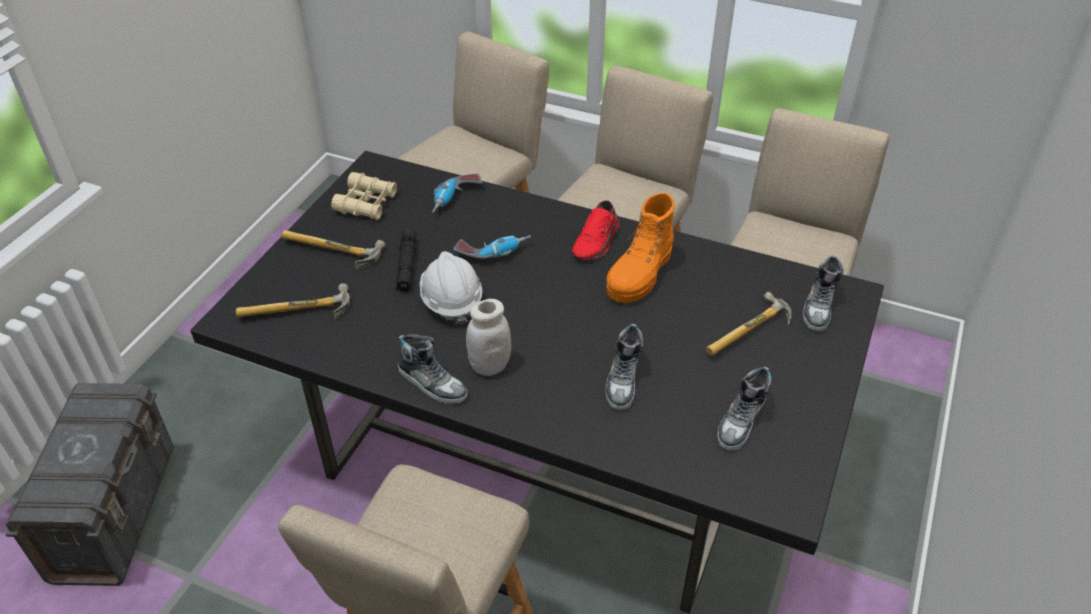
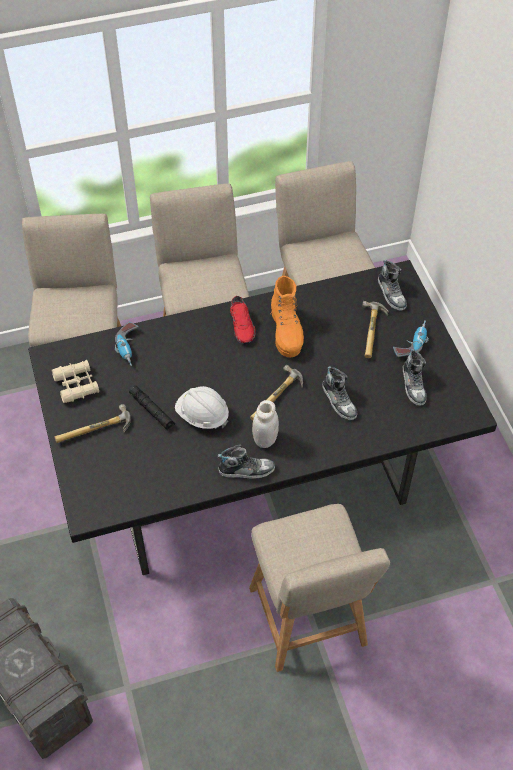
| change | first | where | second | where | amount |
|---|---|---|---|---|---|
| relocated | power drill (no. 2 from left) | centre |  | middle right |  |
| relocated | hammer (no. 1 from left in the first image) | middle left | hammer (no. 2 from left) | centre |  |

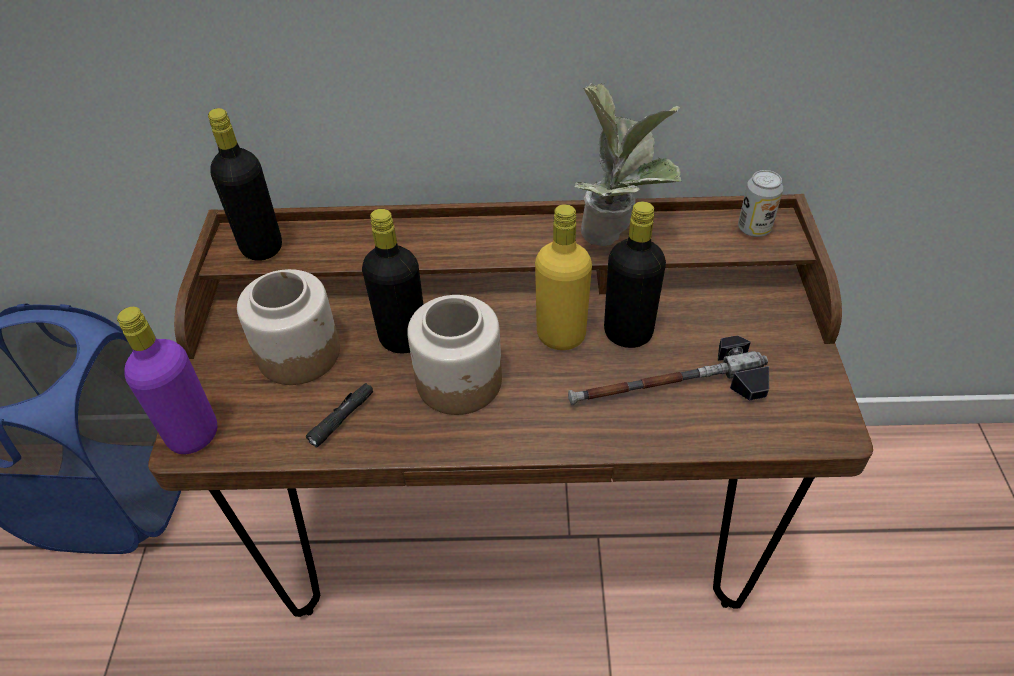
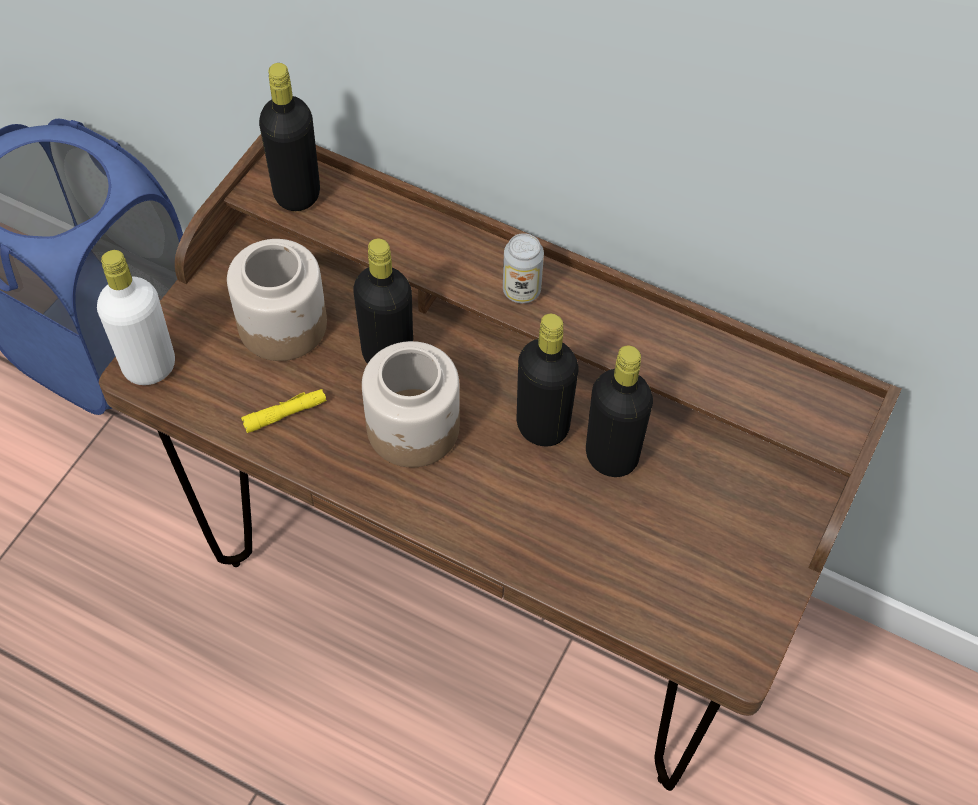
| change | first | where | second | where | amount |
|---|---|---|---|---|---|
| missing | potted plant | top centre |  |  |  |
| relocated | can | top right |  | top centre |  |
| colour | yellow bottle | centre | black bottle (no. 3 from left) | centre |  |
| colour | purple bottle | middle left | white bottle | middle left |  |
| missing | hammer | centre |  |  |  |
| colour | black flashlight | centre | yellow flashlight | middle left |  |

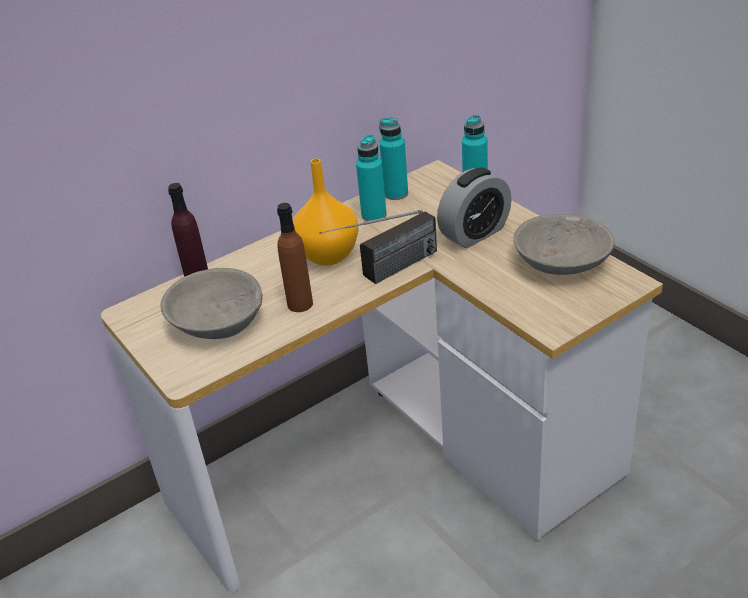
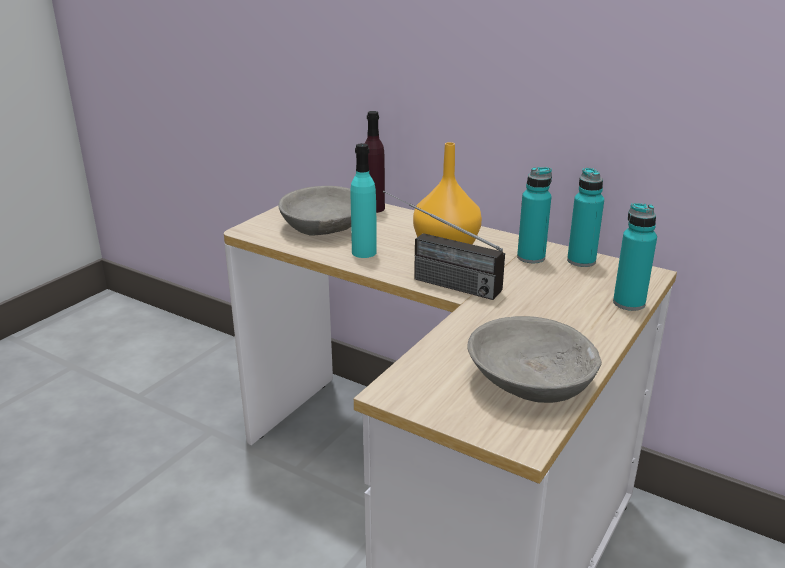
| change | first | where | second | where | amount |
|---|---|---|---|---|---|
| missing | alarm clock | centre |  |  |  |
| colour | brown bottle | centre | turquoise bottle (no. 1 from left) | centre |  |

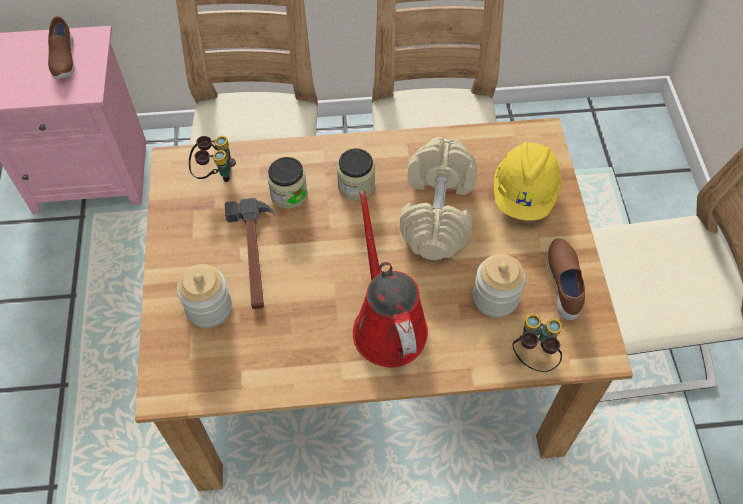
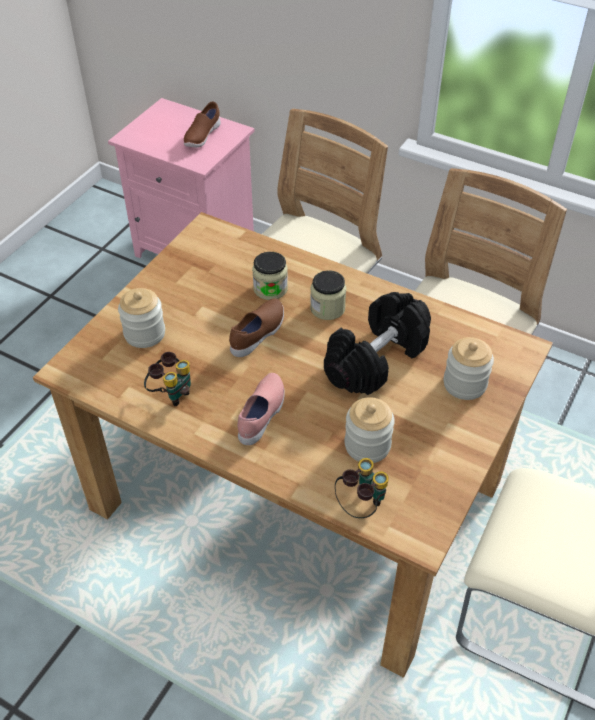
| change | first | where | second | where | amount |
|---|---|---|---|---|---|
| relocated | binoculars (no. 1 from left) | top left |  | middle left |  |
| colour | beige dumbbell | centre | black dumbbell | centre |  |
| exchanged | yellow hard hat | middle right | jar (no. 5 from left) | middle right |  |
| exchanged | red watering can | centre | pink shoe | centre |  |
| missing | hammer | centre |  |  |  |
| relocated | brown shoe (no. 2 from left) | middle right |  | centre |  |

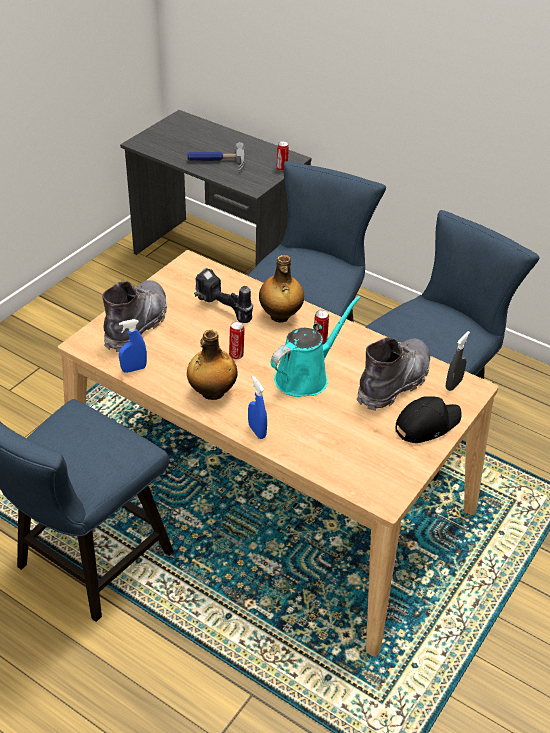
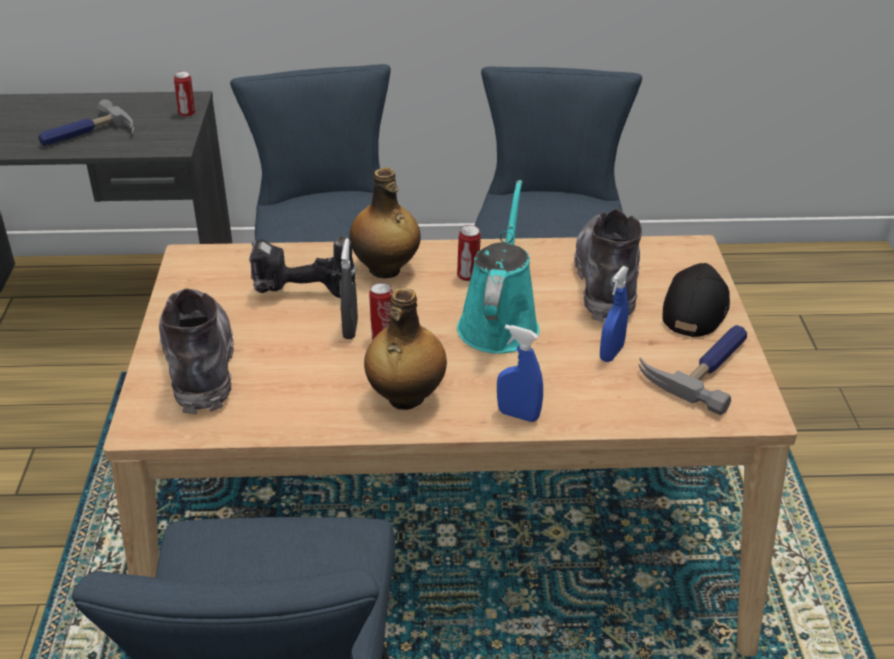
| change | first | where | second | where | amount |
|---|---|---|---|---|---|
| relocated | blue spray bottle (no. 1 from left in the first image) | middle left | blue spray bottle (no. 2 from left) | middle right |  |
| relocated | grey spray bottle | middle right |  | centre |  |
| appeared |  |  | hammer (no. 2 from left) | middle right |  |

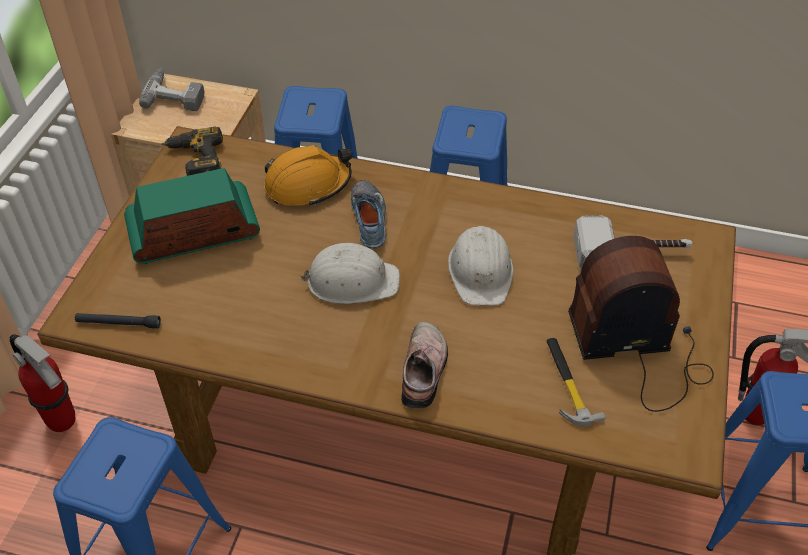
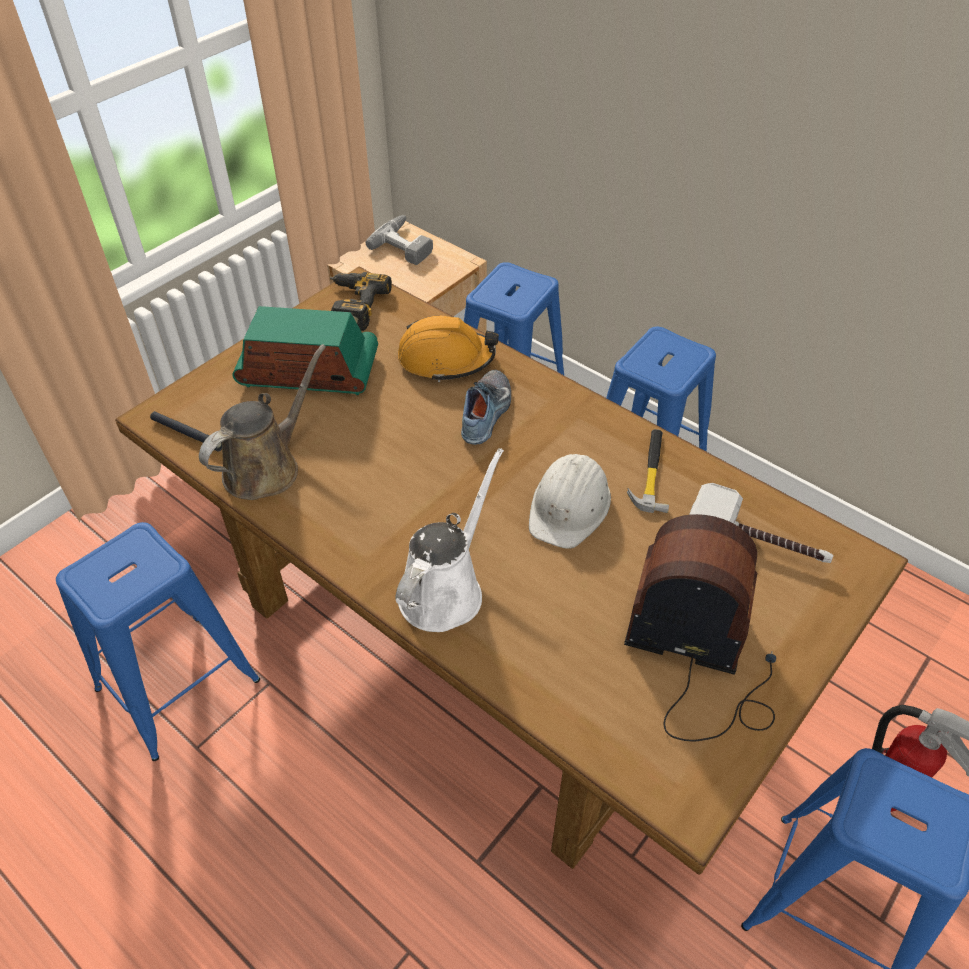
| change | first | where | second | where | amount |
|---|---|---|---|---|---|
| missing | white hard hat (no. 1 from left) | centre |  |  |  |
| exchanged | shoe (no. 2 from left) | centre | white watering can | centre |  |
| missing | fire extinguisher (no. 1 from left) | bottom left |  |  |  |
| relocated | hammer (no. 1 from left) | bottom right |  | middle right |  |
| appeared |  |  | brown watering can | middle left |  |

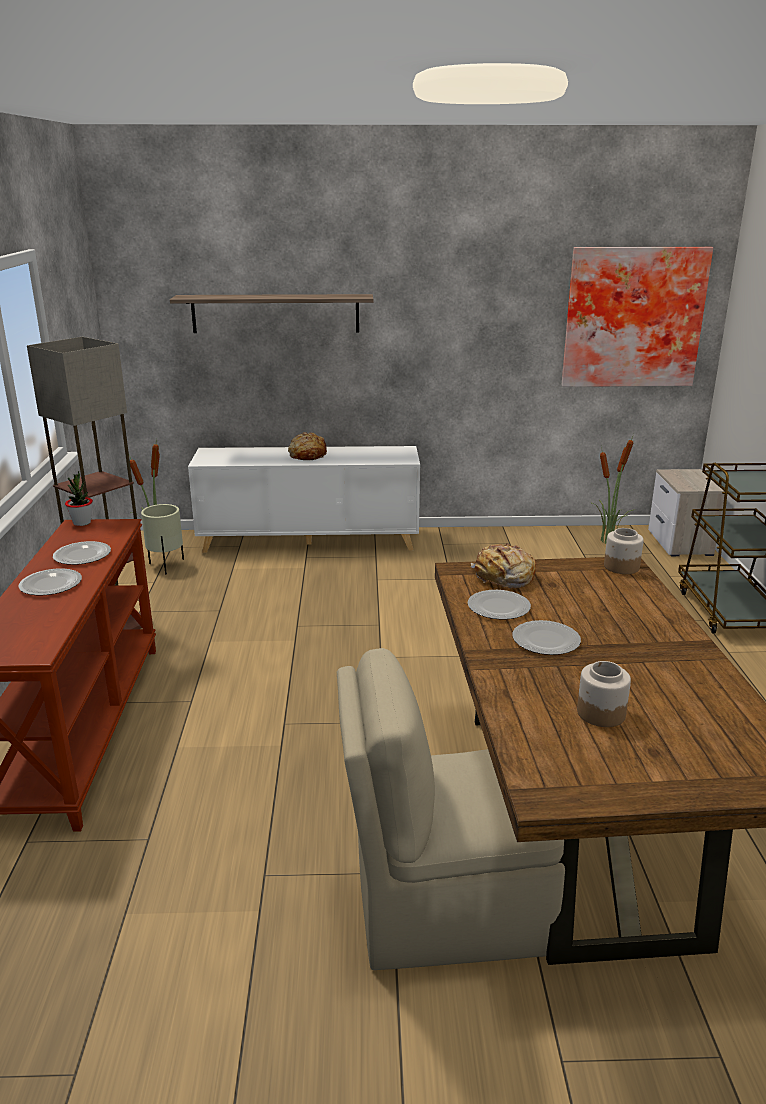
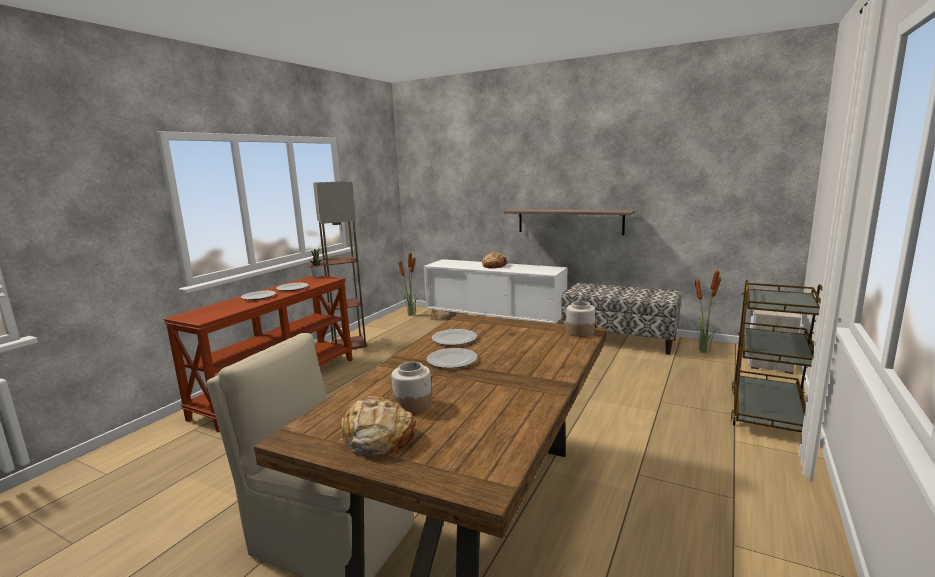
| change | first | where | second | where | amount |
|---|---|---|---|---|---|
| missing | picture | top right |  |  |  |
| relocated | shelf | top centre |  | centre |  |
| missing | beige planter | middle left |  |  |  |
| relocated | bread (no. 2 from left in the first image) | centre | bread (no. 1 from left) | bottom centre |  |
| appeared |  |  | bench | centre |  |

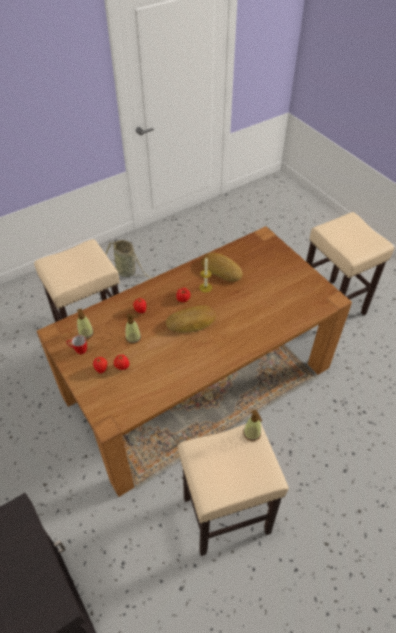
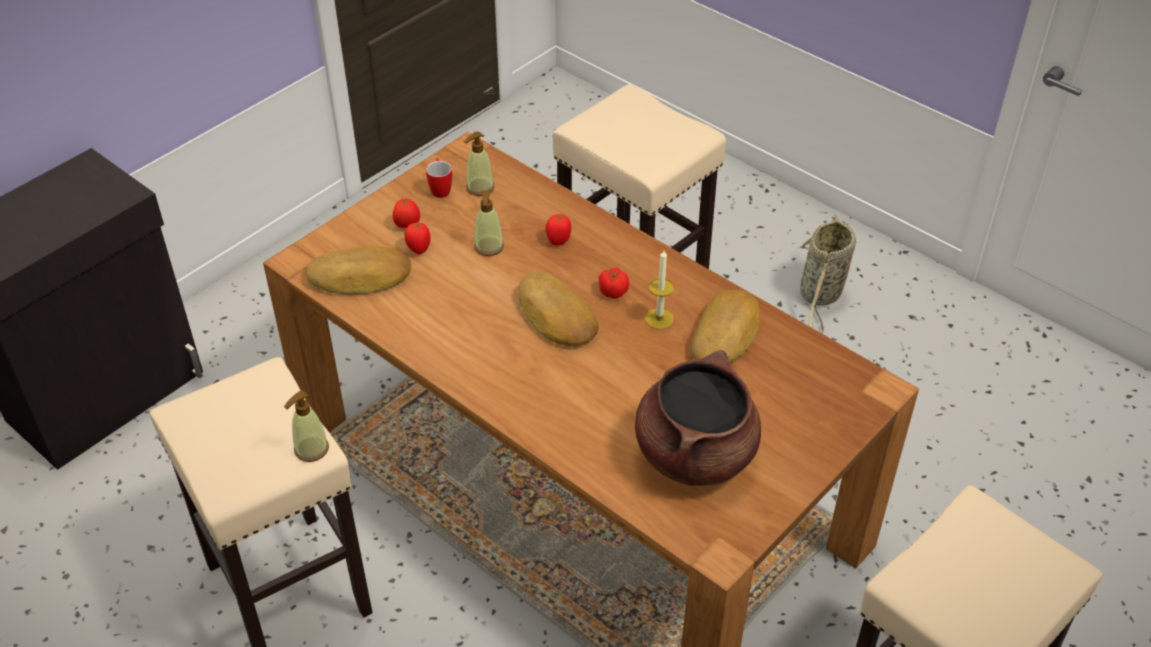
| change | first | where | second | where | amount |
|---|---|---|---|---|---|
| appeared |  |  | bread (no. 1 from left) | middle left |  |
| appeared |  |  | brown cooking pot | centre |  |

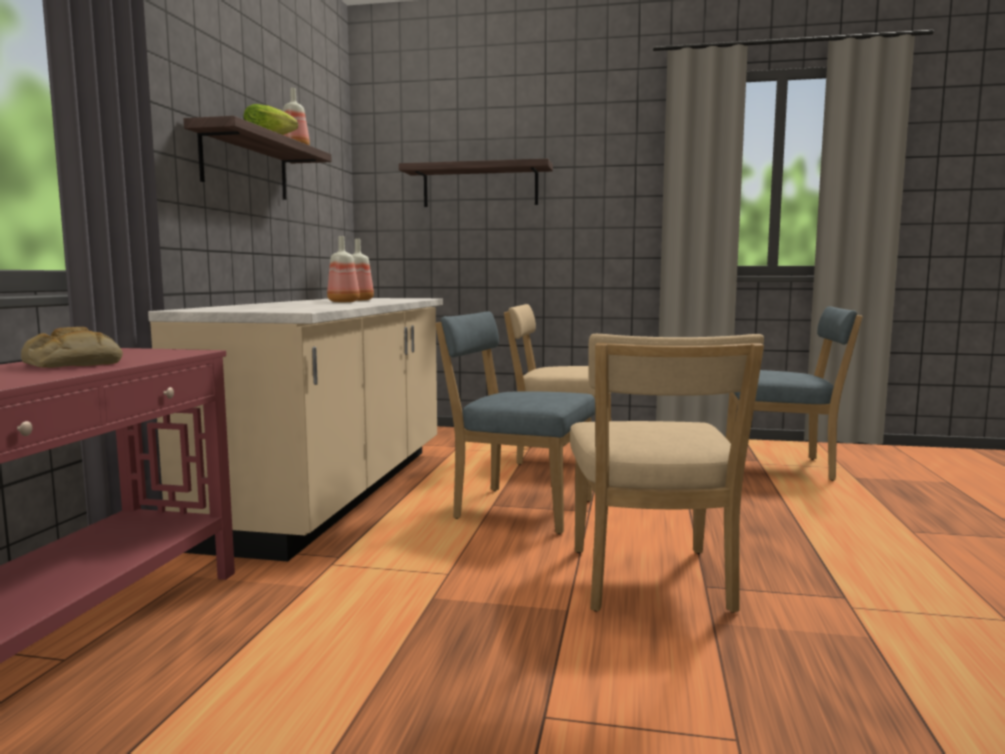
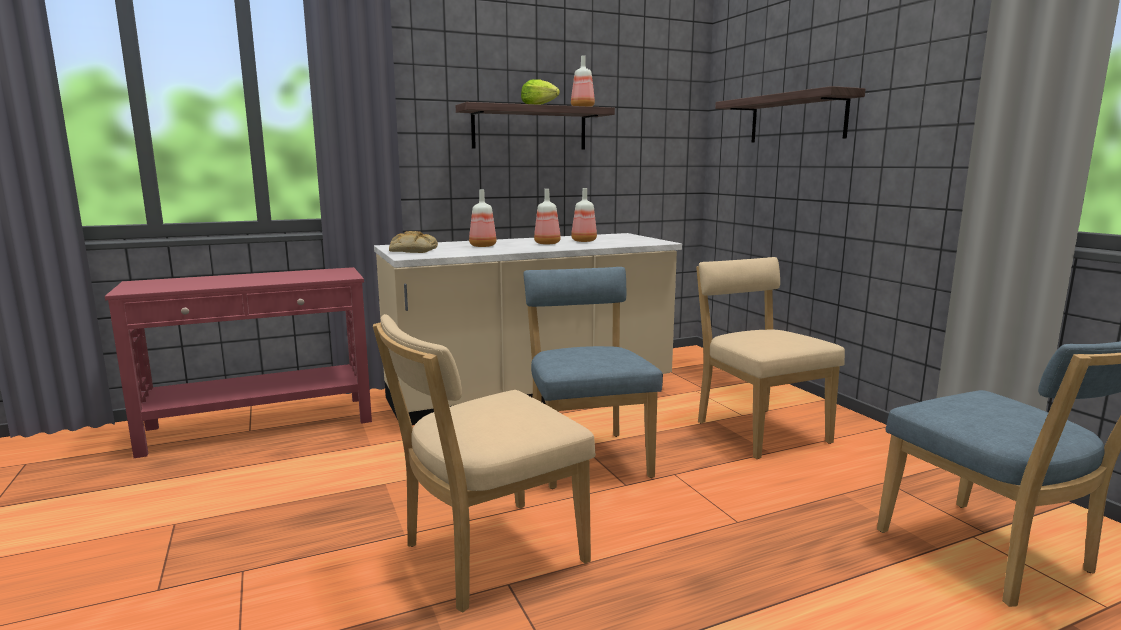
| change | first | where | second | where | amount |
|---|---|---|---|---|---|
| relocated | bread | middle left |  | centre |  |
| appeared |  |  | bottle (no. 1 from left) | centre |  |

